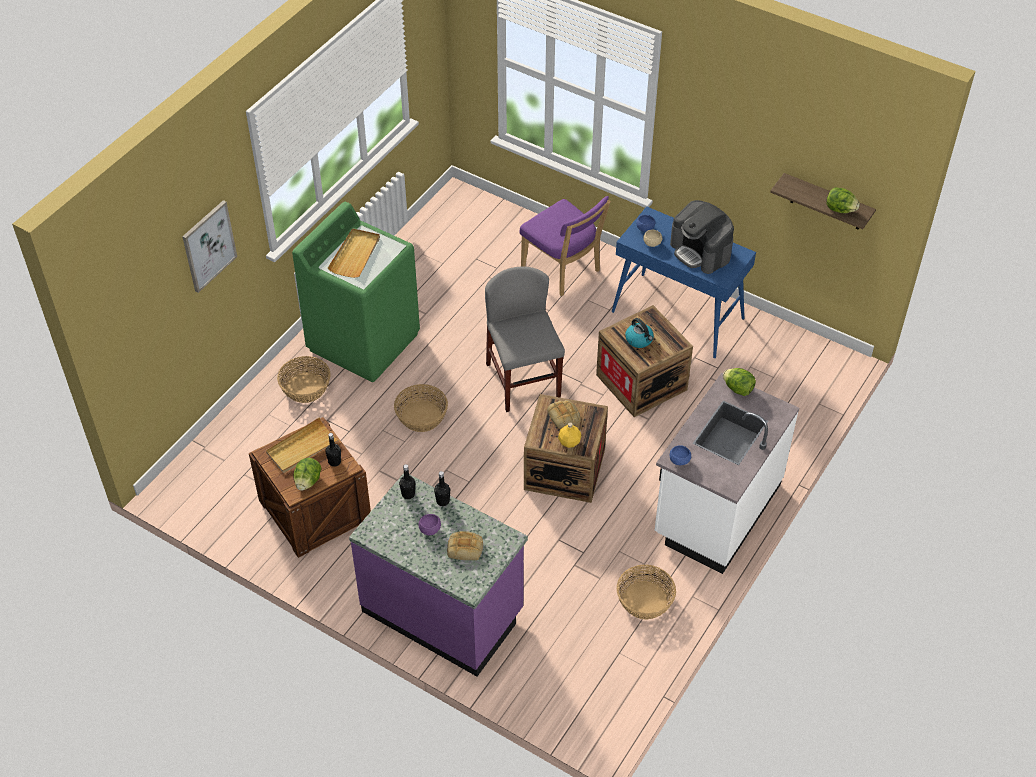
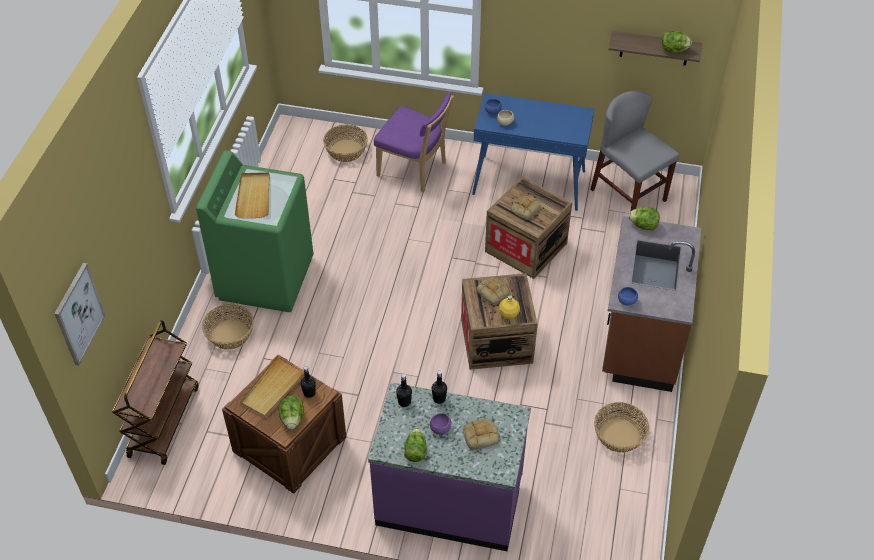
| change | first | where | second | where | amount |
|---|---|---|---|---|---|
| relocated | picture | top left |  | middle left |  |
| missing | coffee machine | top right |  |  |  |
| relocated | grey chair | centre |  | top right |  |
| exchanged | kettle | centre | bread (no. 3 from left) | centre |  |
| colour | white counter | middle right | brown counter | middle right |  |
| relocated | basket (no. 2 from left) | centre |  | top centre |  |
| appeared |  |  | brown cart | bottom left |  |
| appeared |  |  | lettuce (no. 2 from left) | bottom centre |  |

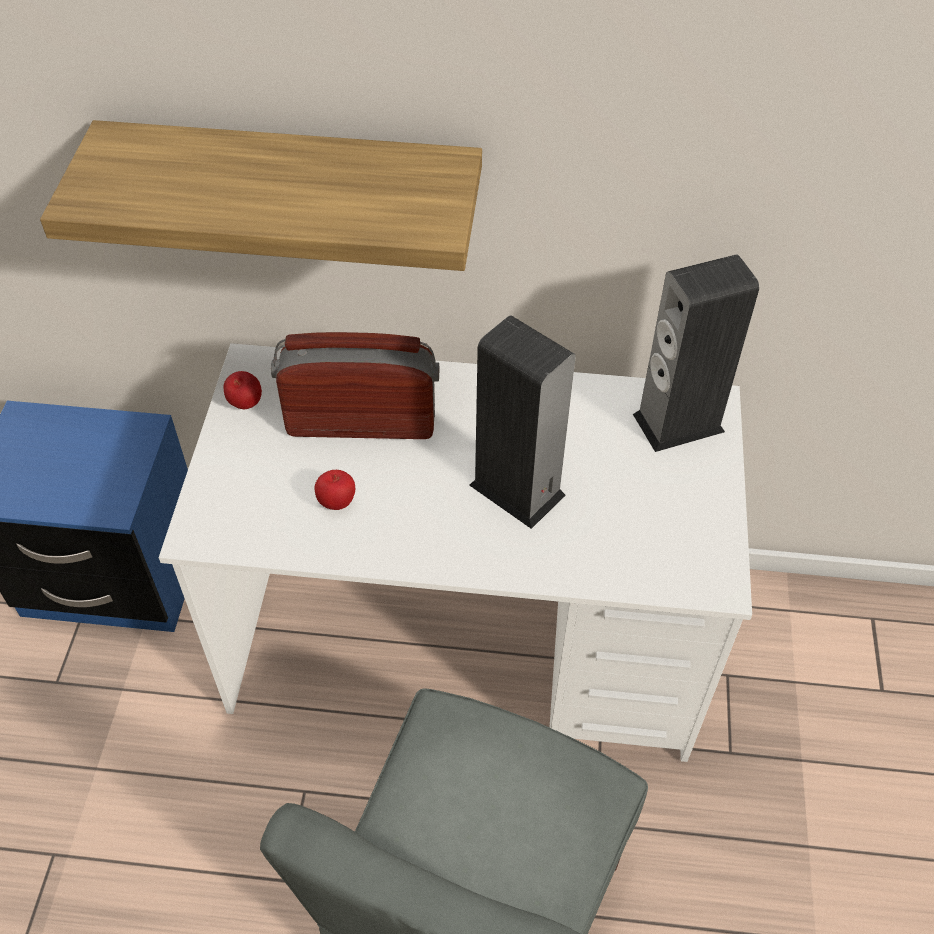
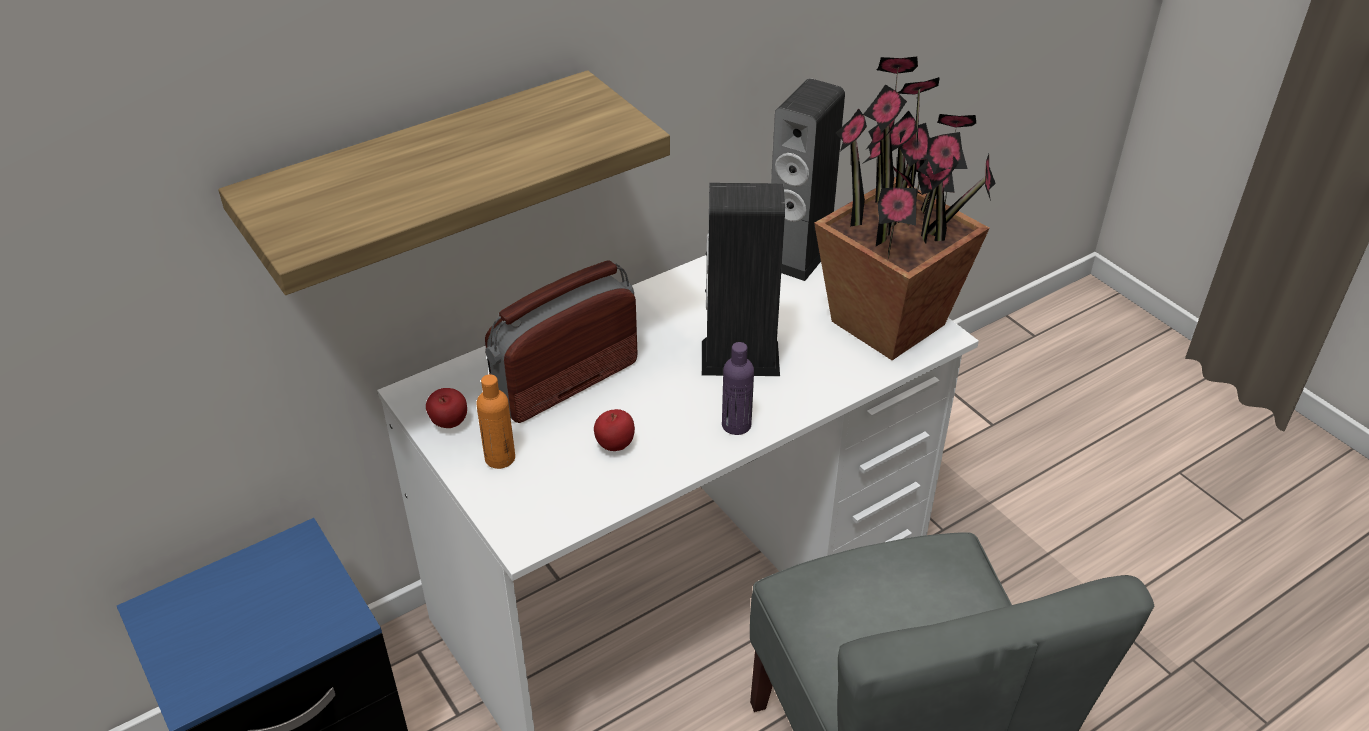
| change | first | where | second | where | amount |
|---|---|---|---|---|---|
| appeared |  |  | potted plant | top centre |  |
| appeared |  |  | purple bottle | centre |  |
| appeared |  |  | orange bottle | centre |  |

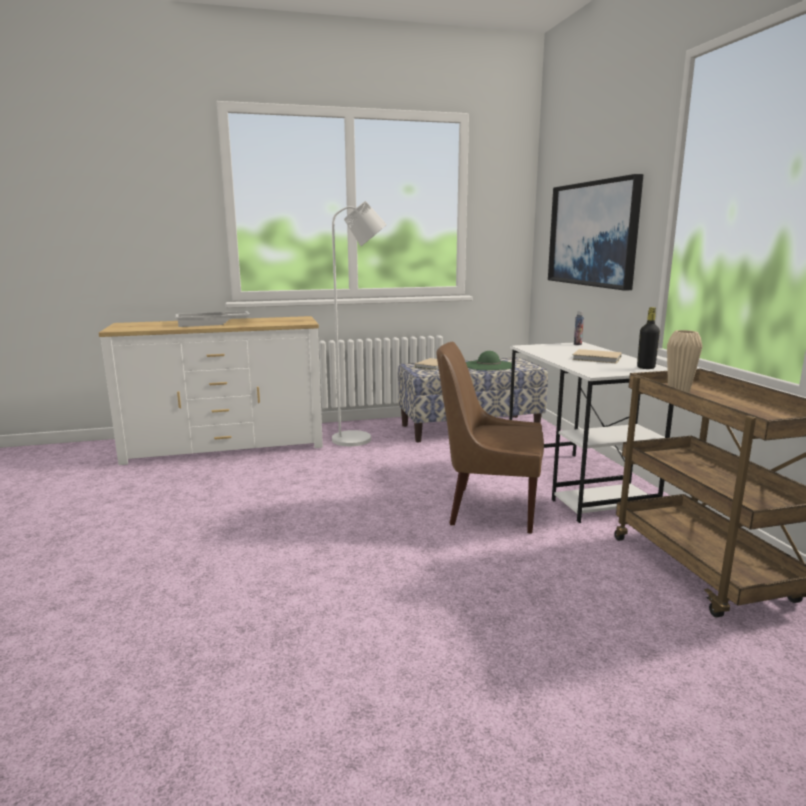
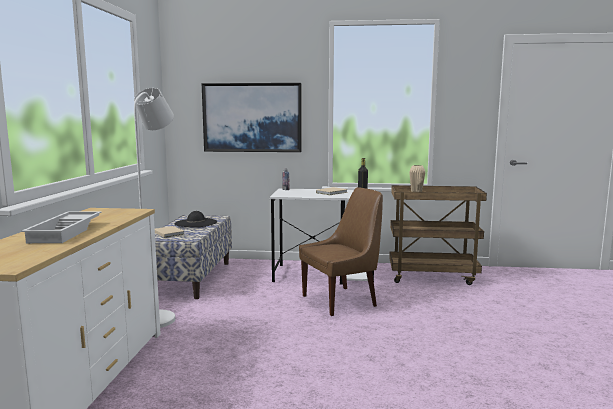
| change | first | where | second | where | amount |
|---|---|---|---|---|---|
| spun | brown chair | centre |  | centre | 150 degrees counterclockwise |
| colour | green hat | centre | black hat | middle left |  |

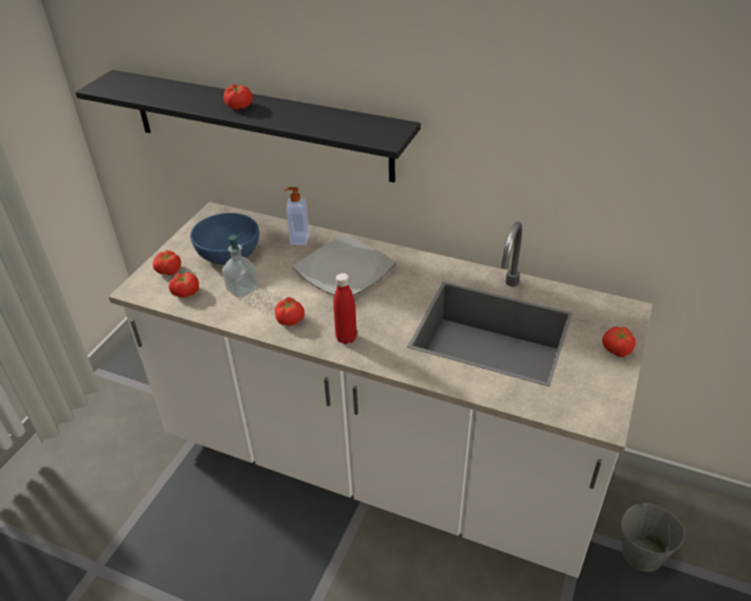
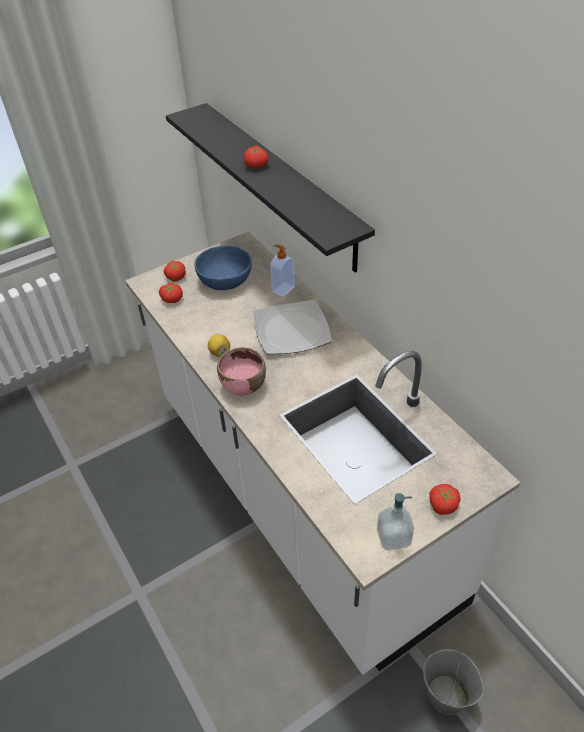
| change | first | where | second | where | amount |
|---|---|---|---|---|---|
| relocated | soap dispenser (no. 1 from left in the first image) | middle left | soap dispenser (no. 2 from left) | bottom right |  |
| exchanged | red bottle | centre | pink bowl | centre |  |
| exchanged | tomato (no. 4 from left) | centre | lemon | centre |  |

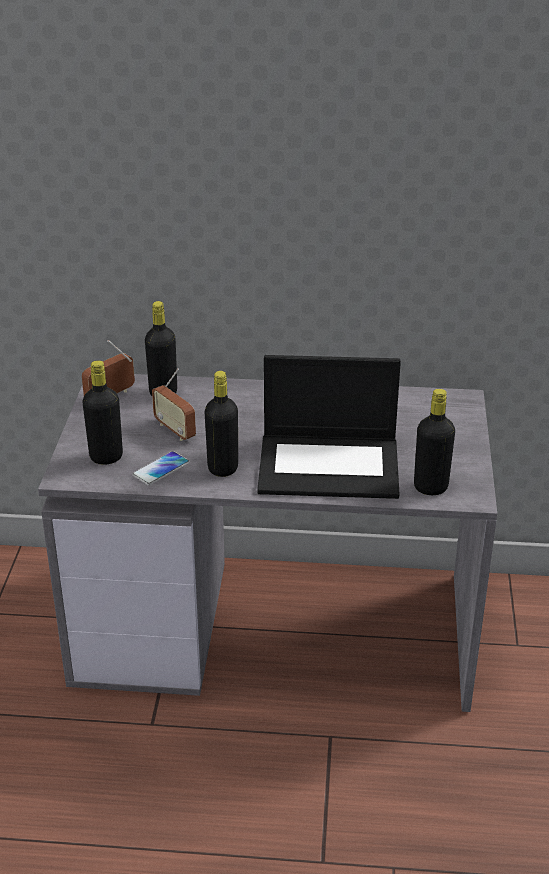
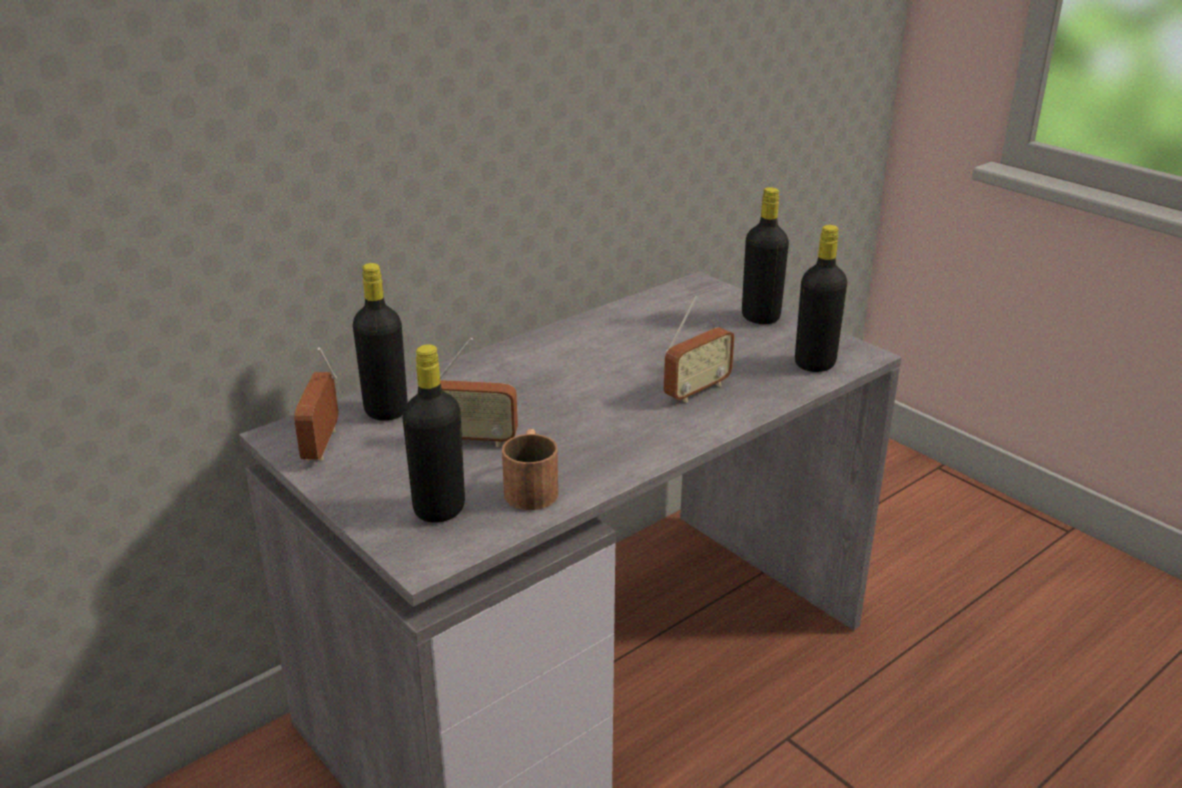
| change | first | where | second | where | amount |
|---|---|---|---|---|---|
| exchanged | laptop | centre | radio (no. 3 from left) | centre |  |
| relocated | black bottle (no. 3 from left) | centre |  | top centre |  |
| exchanged | phone | middle left | brown mug | centre |  |

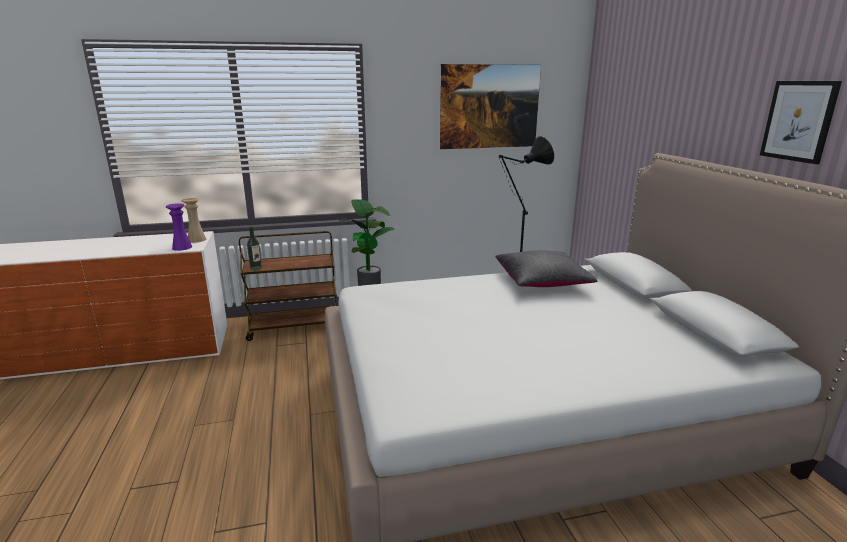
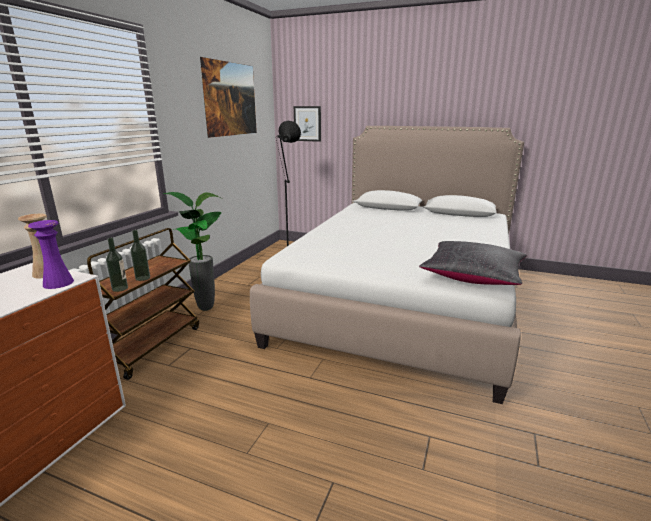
| change | first | where | second | where | amount |
|---|---|---|---|---|---|
| relocated | picture (no. 2 from left) | top right |  | top centre |  |
| relocated | black pillow | centre |  | middle right |  |
| appeared |  |  | bottle (no. 2 from left) | middle left |  |

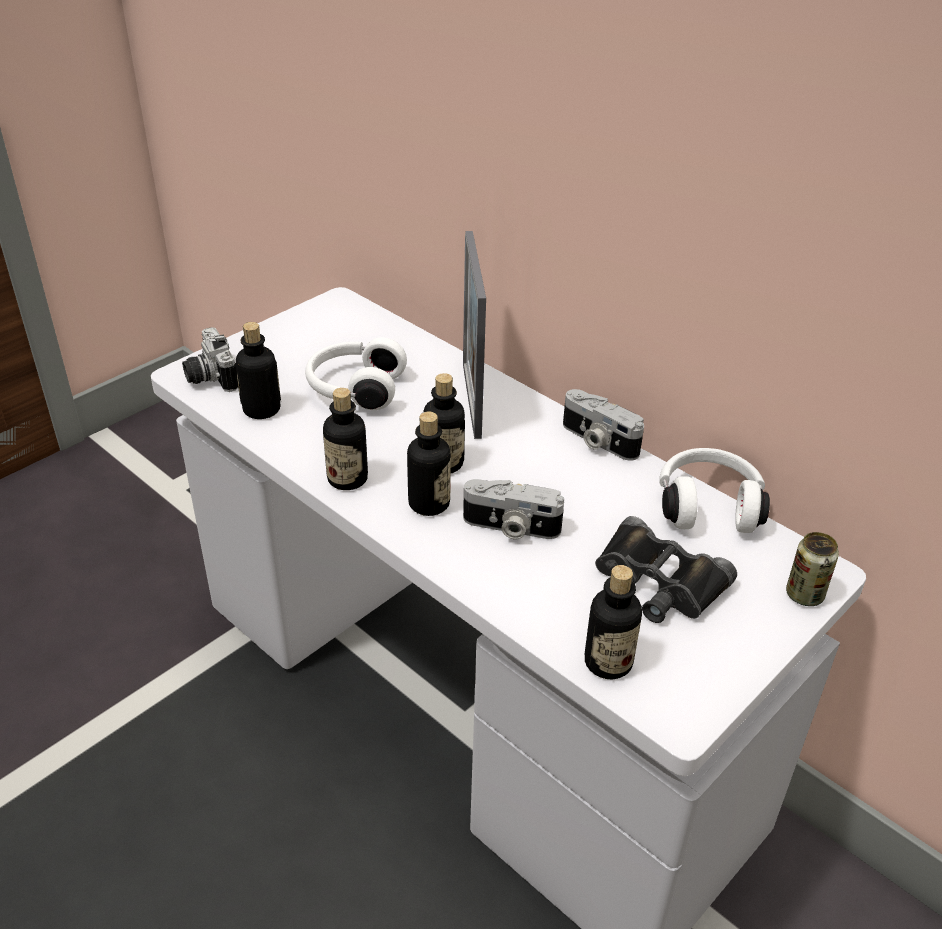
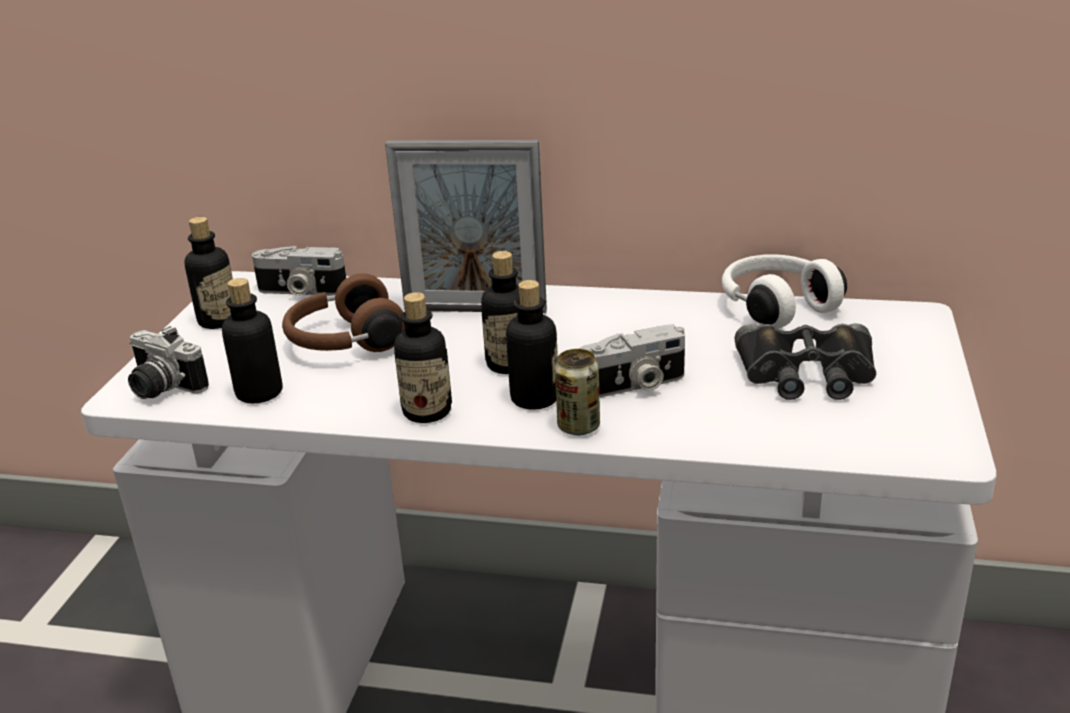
| change | first | where | second | where | amount |
|---|---|---|---|---|---|
| spun | picture frame | centre |  | top centre | 45 degrees counterclockwise |
| colour | white headphones (no. 1 from left) | centre | brown headphones | middle left |  |
| relocated | photo camera (no. 3 from left in the first image) | centre | photo camera (no. 2 from left) | middle left |  |
| relocated | can | middle right |  | centre |  |
| relocated | bottle (no. 5 from left in the first image) | bottom centre | bottle (no. 1 from left) | middle left |  |

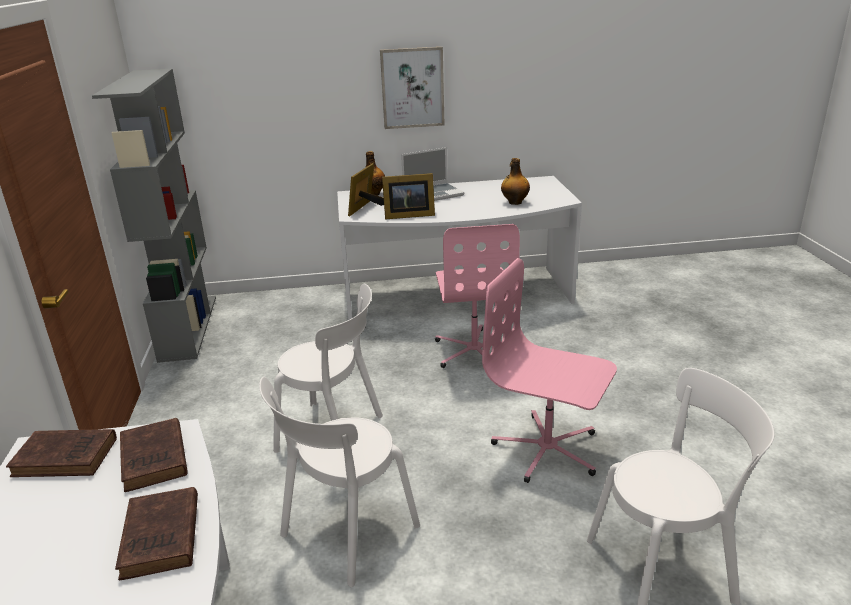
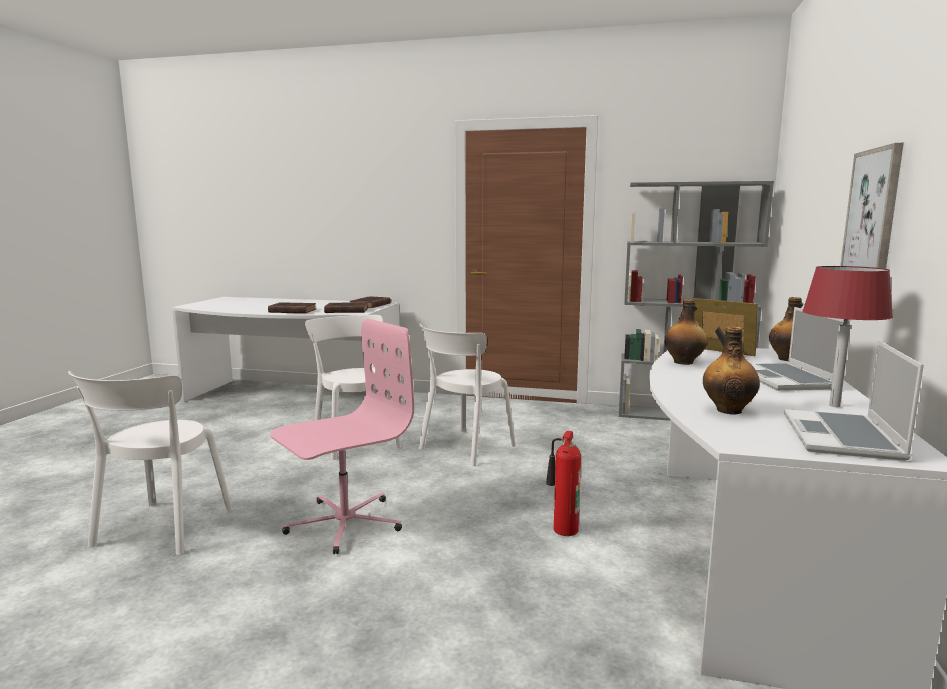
| change | first | where | second | where | amount |
|---|---|---|---|---|---|
| exchanged | picture frame (no. 2 from left) | top centre | bottle (no. 1 from left) | middle right |  |
| exchanged | pink office chair (no. 1 from left) | centre | fire extinguisher | bottom centre |  |
| appeared |  |  | red table lamp | middle right |  |
| appeared |  |  | laptop (no. 2 from left) | middle right |  |

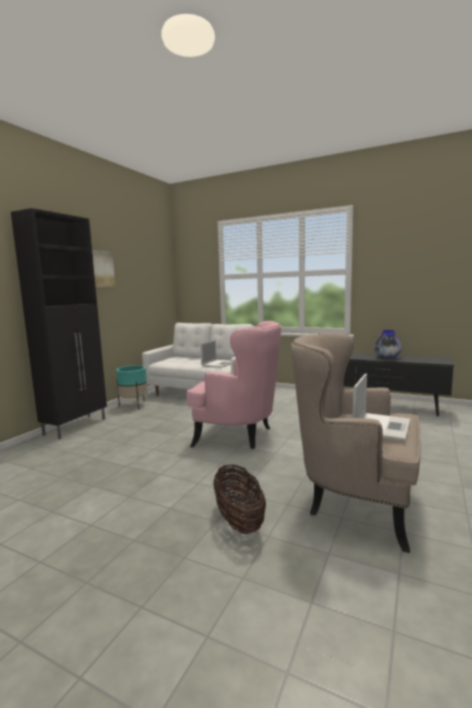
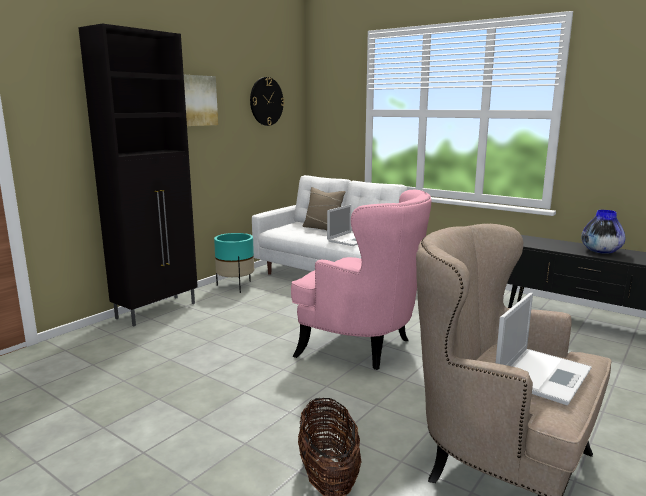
| change | first | where | second | where | amount |
|---|---|---|---|---|---|
| appeared |  |  | wall clock | top centre |  |
| appeared |  |  | beige pillow | centre |  |

